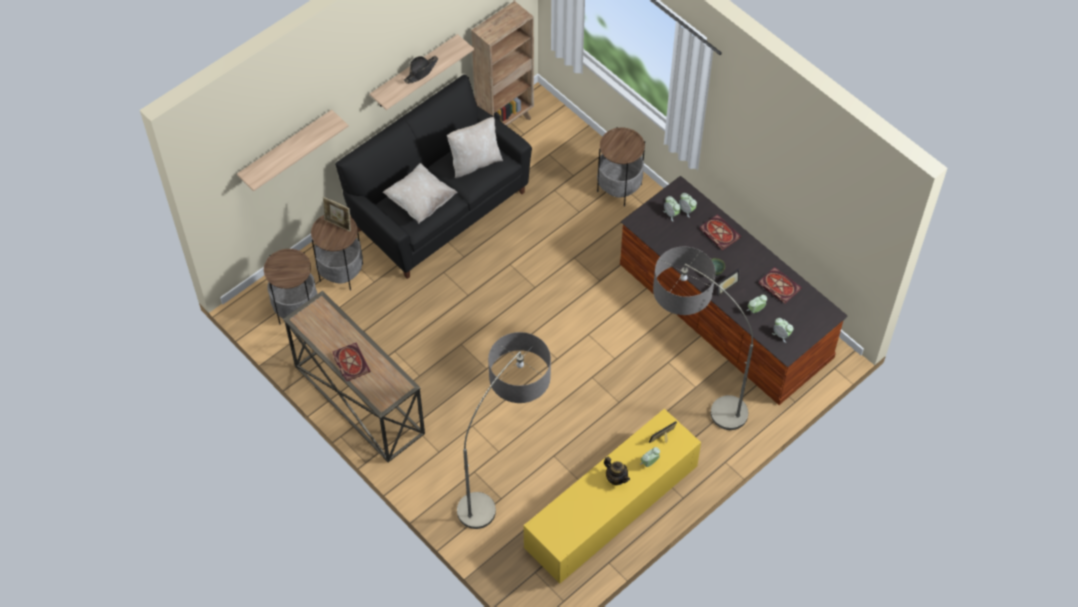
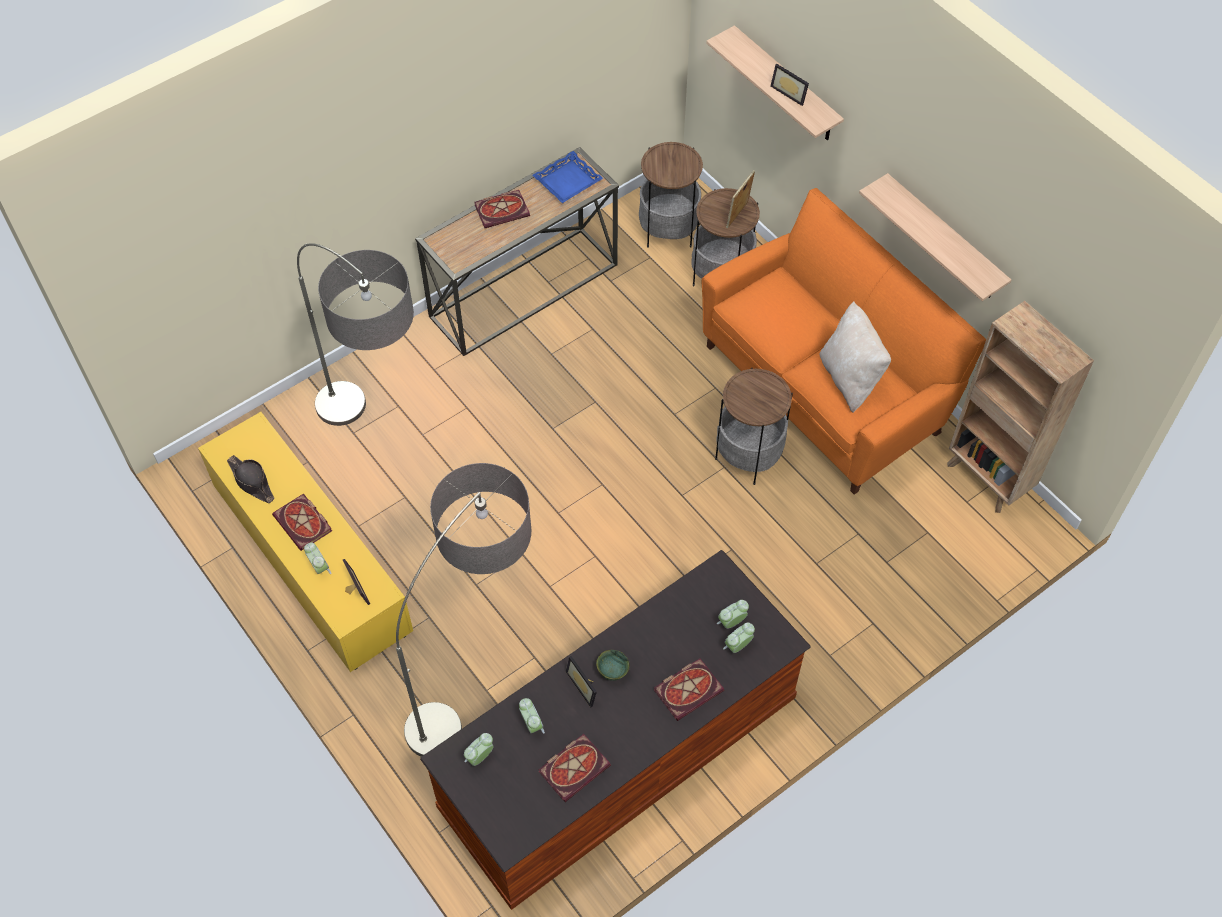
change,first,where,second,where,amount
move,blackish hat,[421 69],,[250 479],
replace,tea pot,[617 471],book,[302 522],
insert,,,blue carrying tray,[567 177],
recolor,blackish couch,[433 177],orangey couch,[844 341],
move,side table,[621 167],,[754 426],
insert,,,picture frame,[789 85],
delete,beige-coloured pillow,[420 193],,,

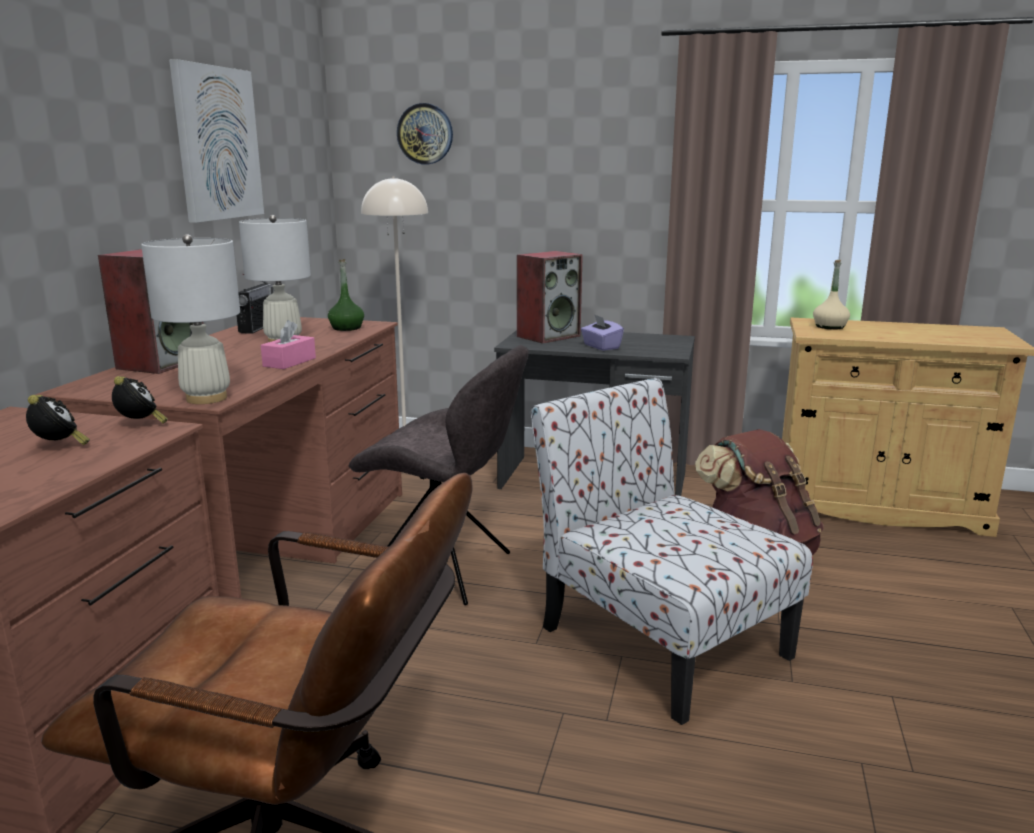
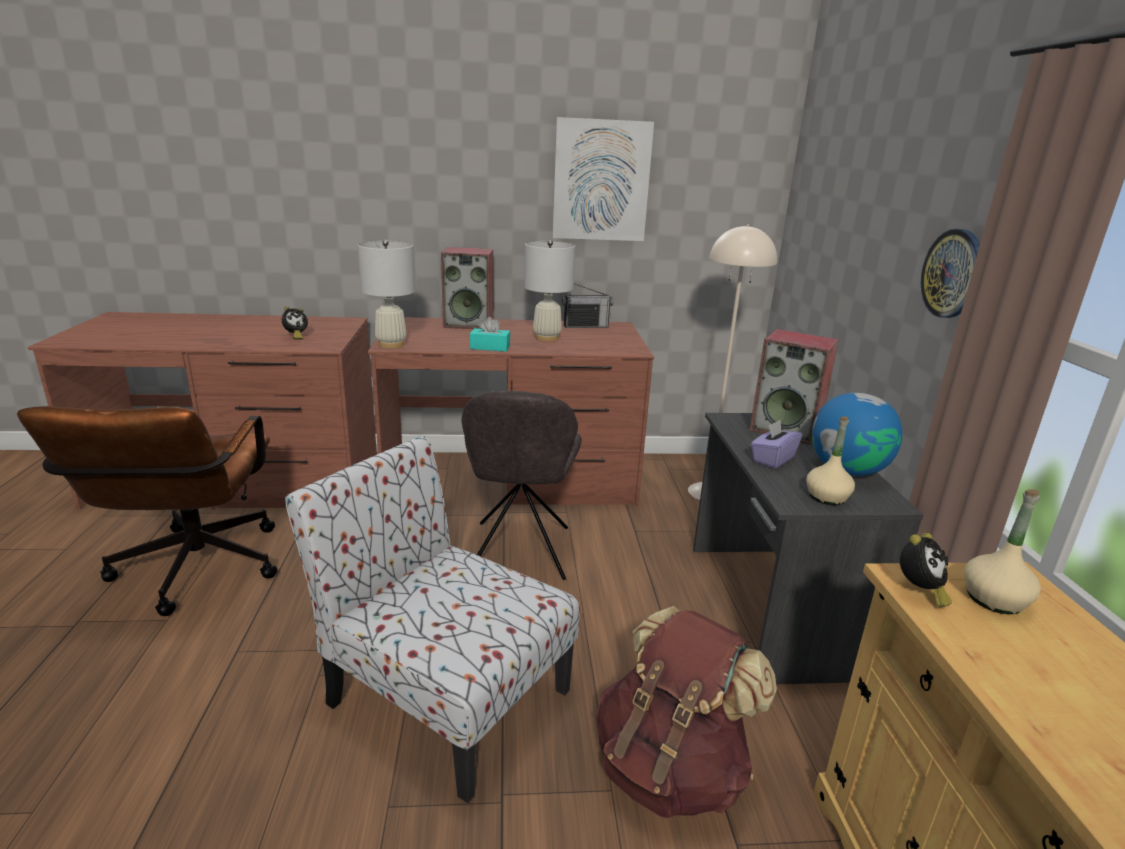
change,first,where,second,where,amount
rotate,upright chair,[672 551],,[432 619],90 degrees counterclockwise
recolor,pink-coloured box of tissues,[288 344],blue-green box of tissues,[490 334],
insert,,,beige-coloured bottle,[830 461],
insert,,,globe,[857 434],
move,table clock,[140 399],,[926 570],
move,wall clock,[425 133],,[950 273],
delete,green bottle,[346 295],,,

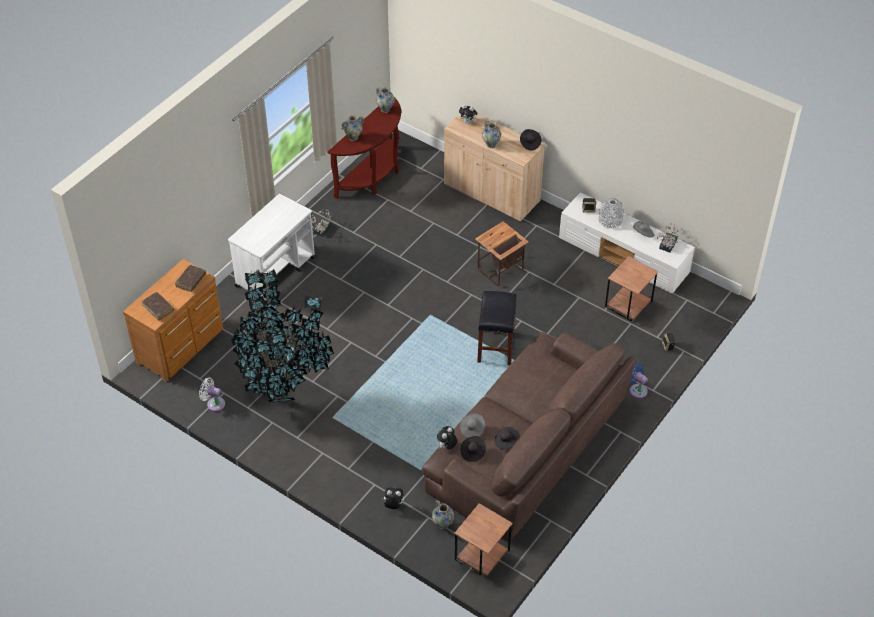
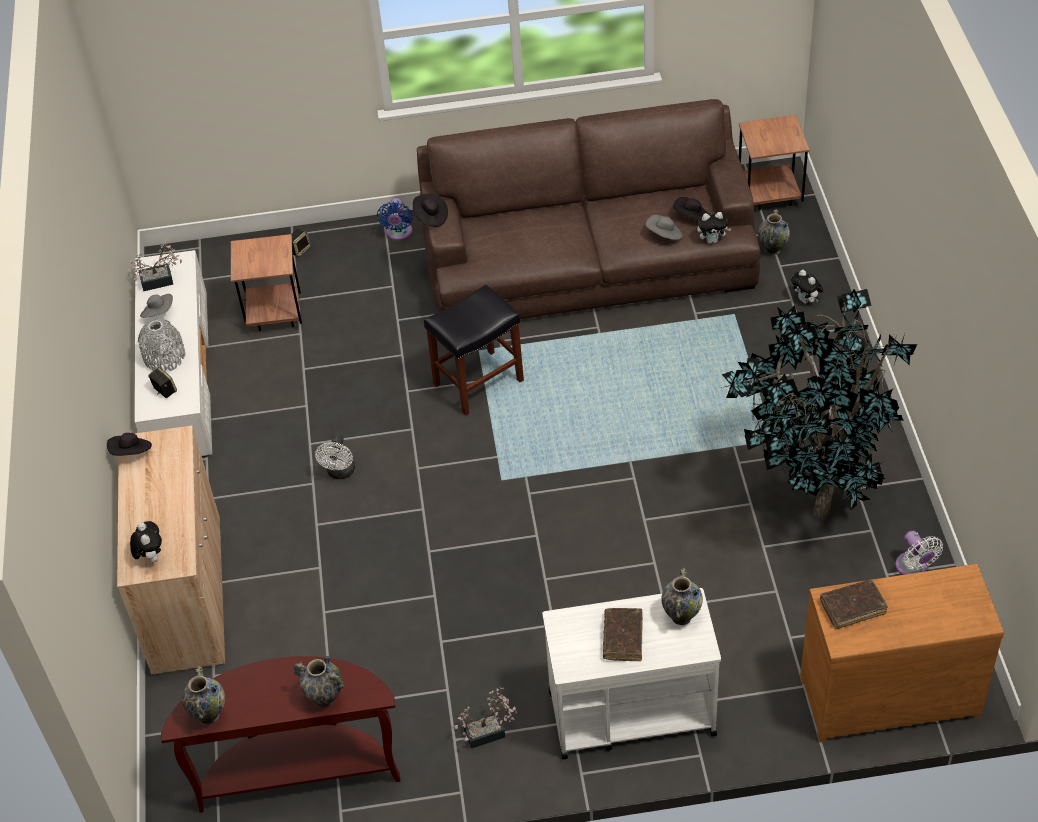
change,first,where,second,where,amount
replace,side table,[501 253],whitish cooling fan,[335 456],
move,blackish hat,[507 438],,[430 210],
move,brown-coloured book,[158 306],,[623 634],
move,flower vase,[491 134],,[682 596],

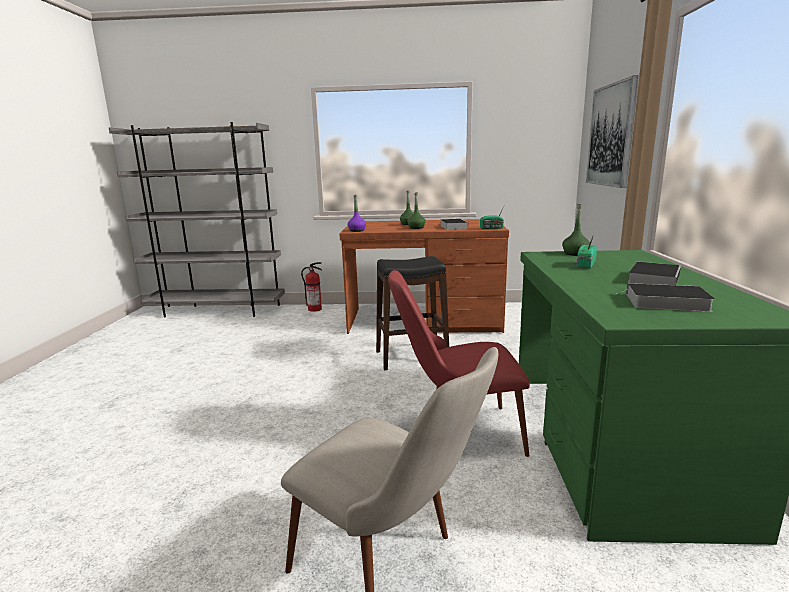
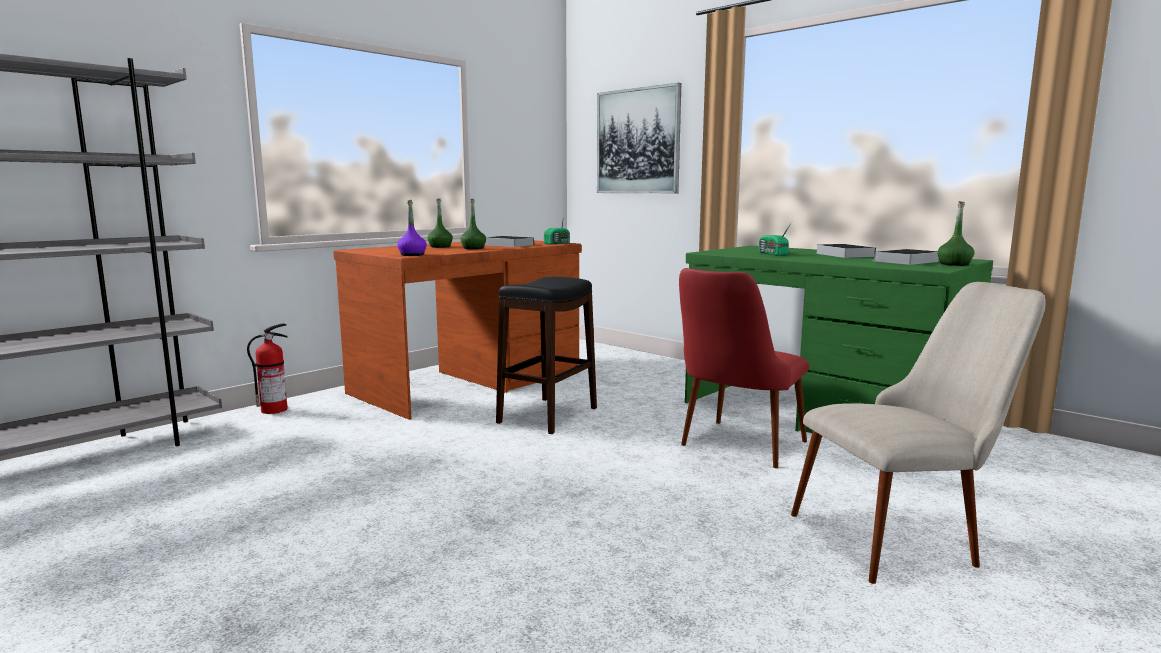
change,first,where,second,where,amount
move,green bottle,[576 229],,[956 233],

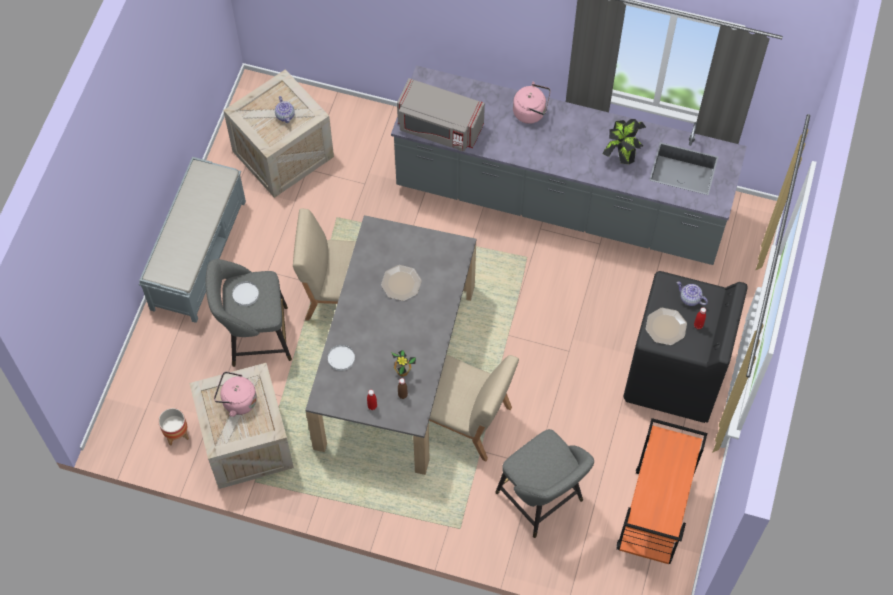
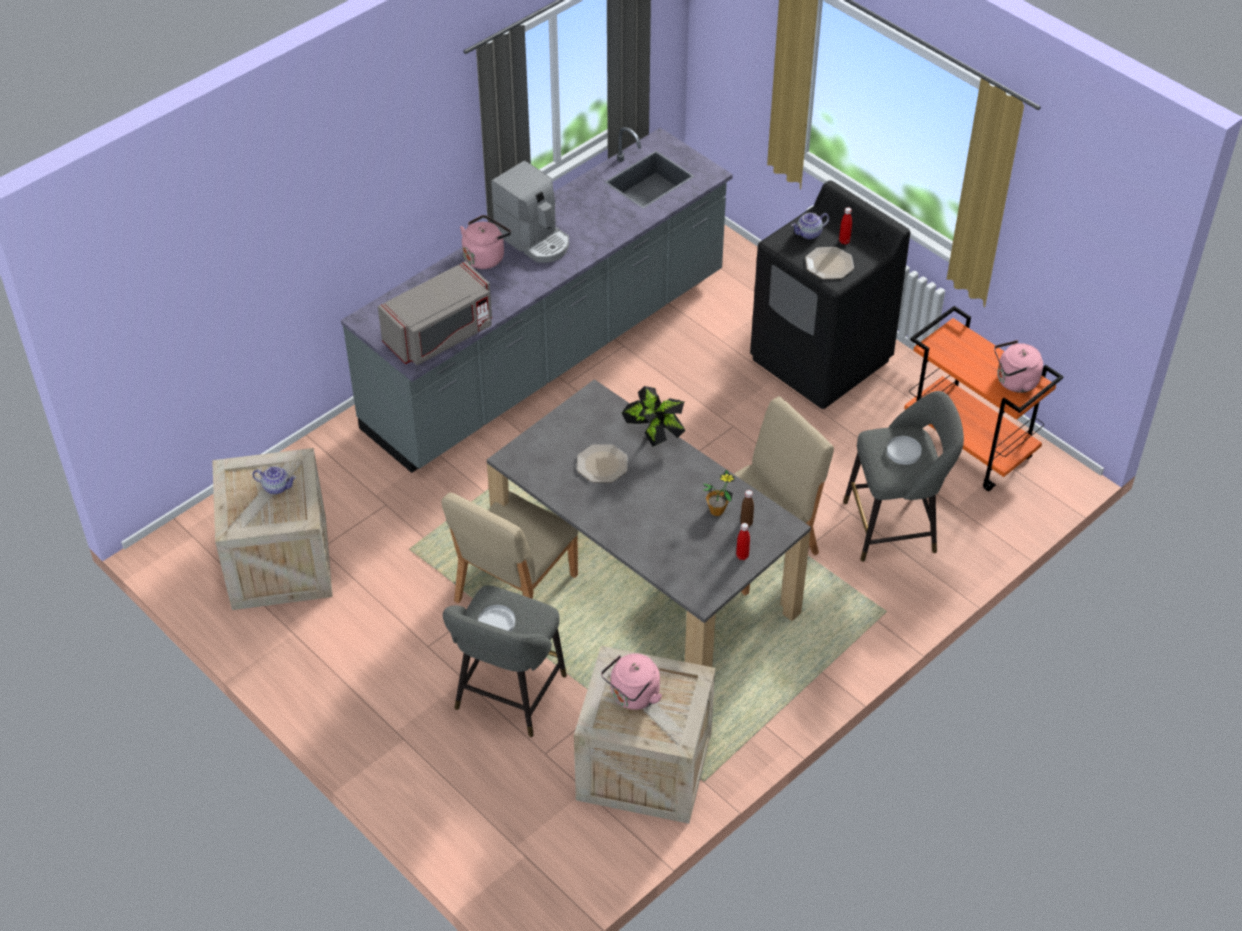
change,first,where,second,where,amount
insert,,,coffee maker,[530 212],
move,plant in a pot,[624 141],,[654 416],
move,whitish plate,[341 358],,[904 450],
insert,,,pink-coloured kettle,[1018 366],
delete,greyish long seat,[192 240],,,
delete,flower pot,[173 426],,,

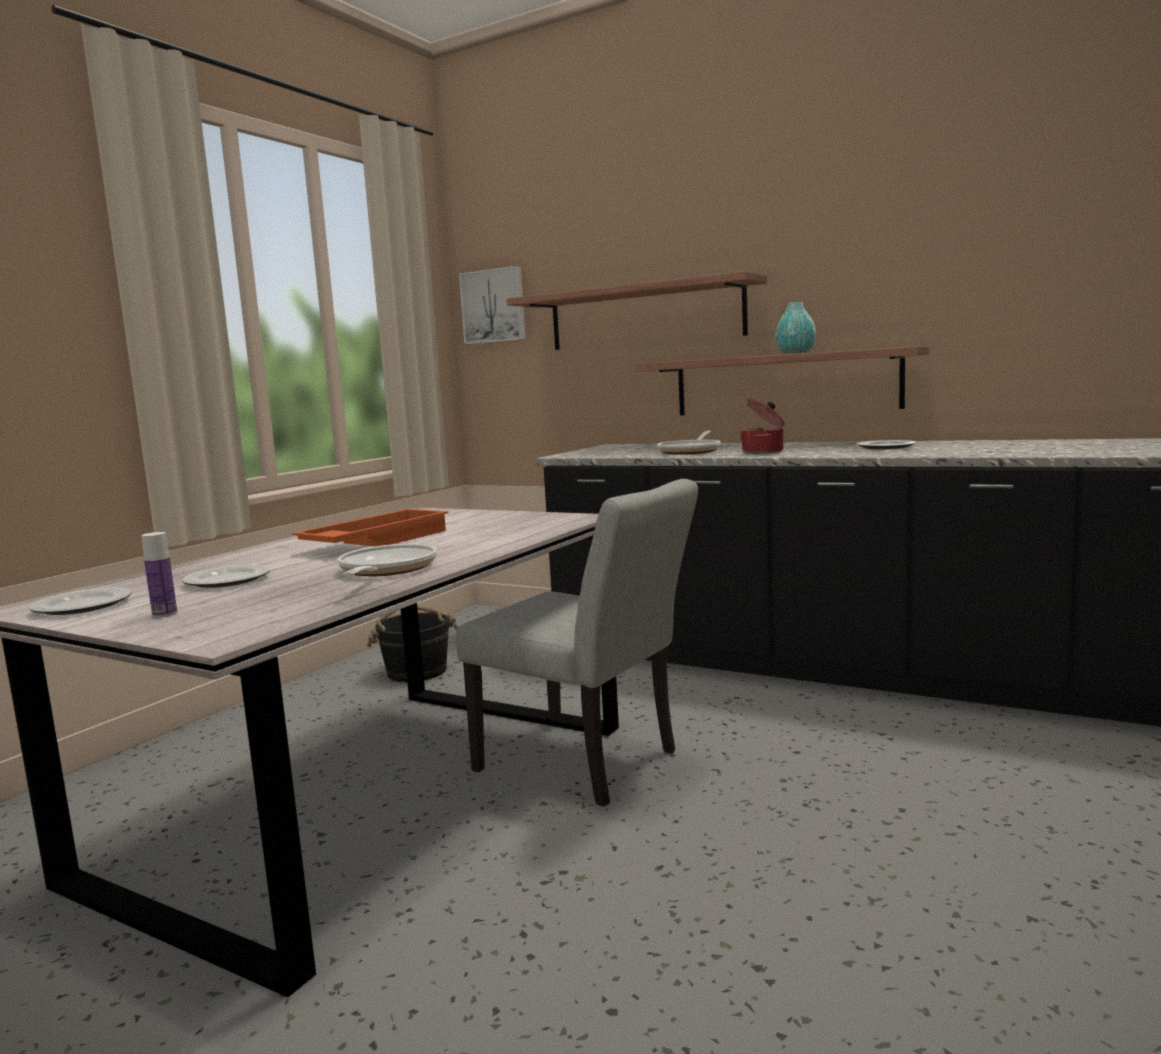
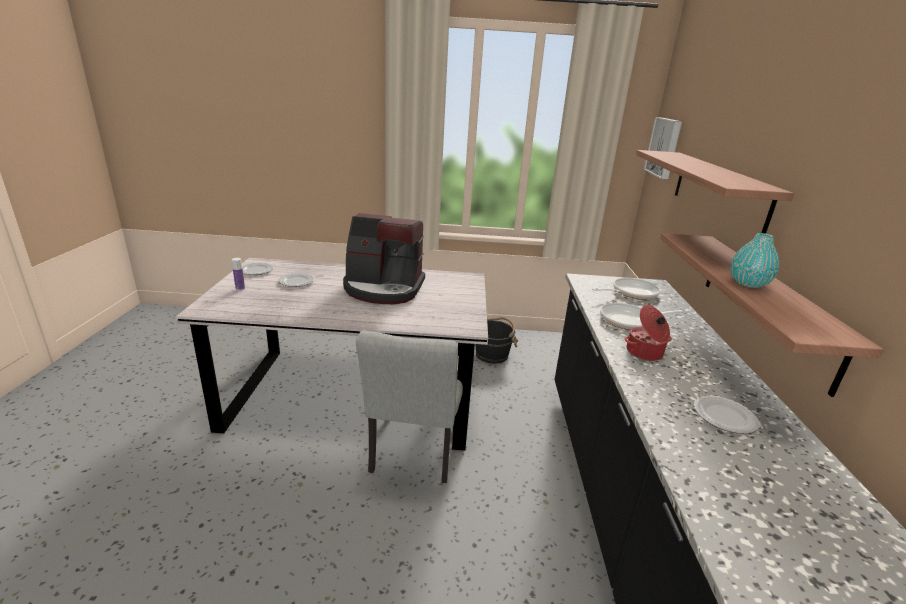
change,first,where,second,where,amount
replace,orangey carrying tray,[370 527],coffee maker,[384 258],
move,frying pan,[387 560],,[626 289],

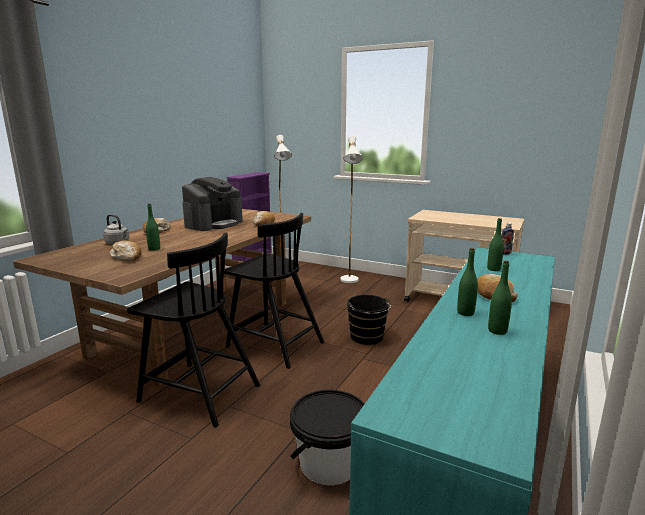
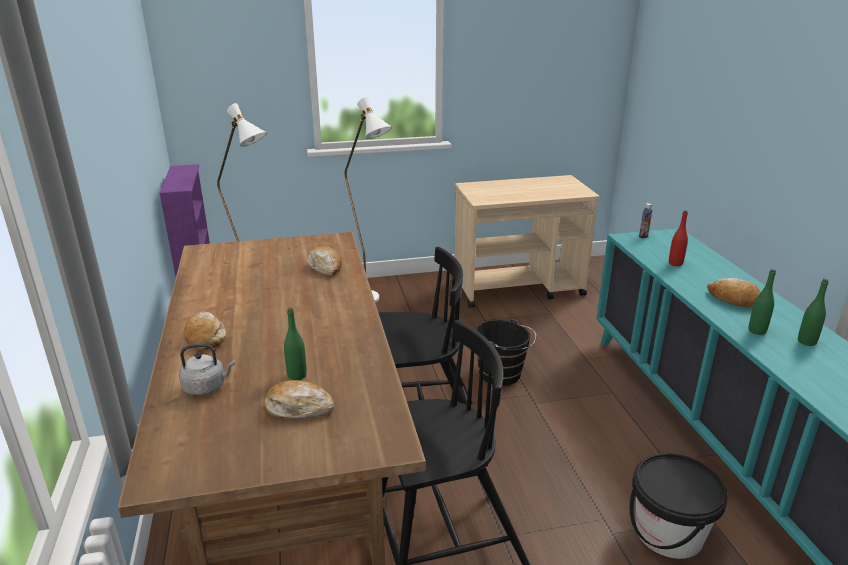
change,first,where,second,where,amount
recolor,green bottle,[495 244],red bottle,[678 238],
delete,coffee maker,[212 204],,,

